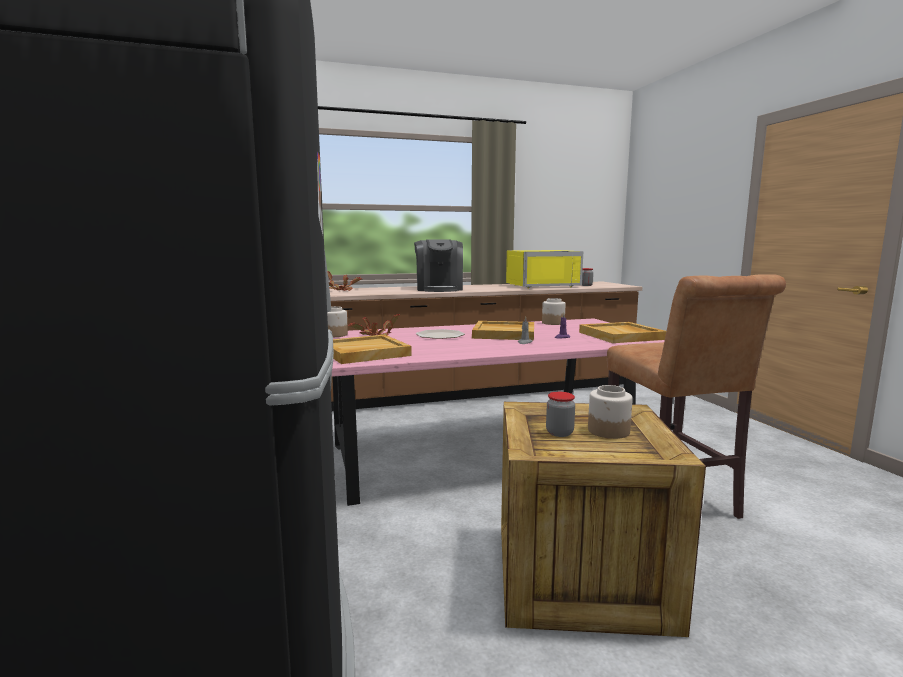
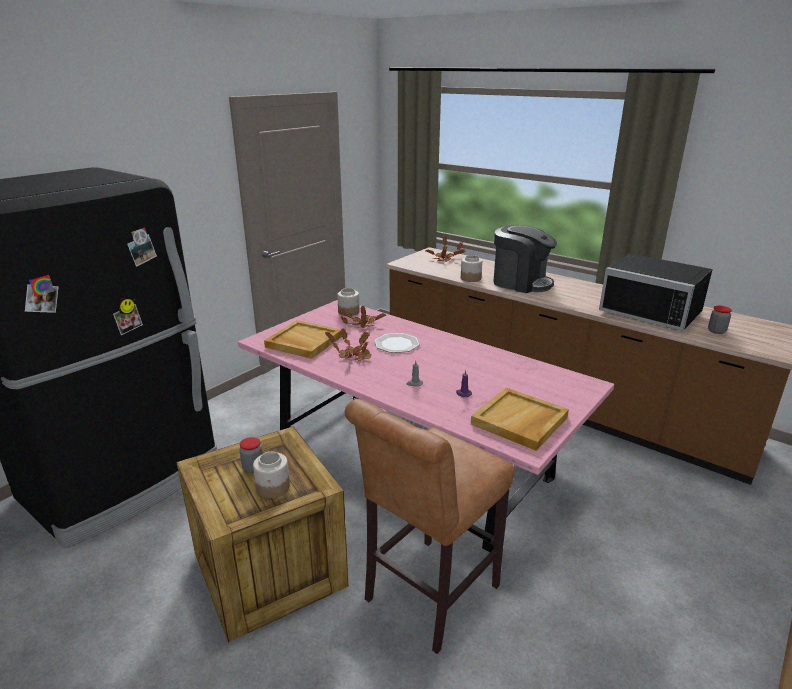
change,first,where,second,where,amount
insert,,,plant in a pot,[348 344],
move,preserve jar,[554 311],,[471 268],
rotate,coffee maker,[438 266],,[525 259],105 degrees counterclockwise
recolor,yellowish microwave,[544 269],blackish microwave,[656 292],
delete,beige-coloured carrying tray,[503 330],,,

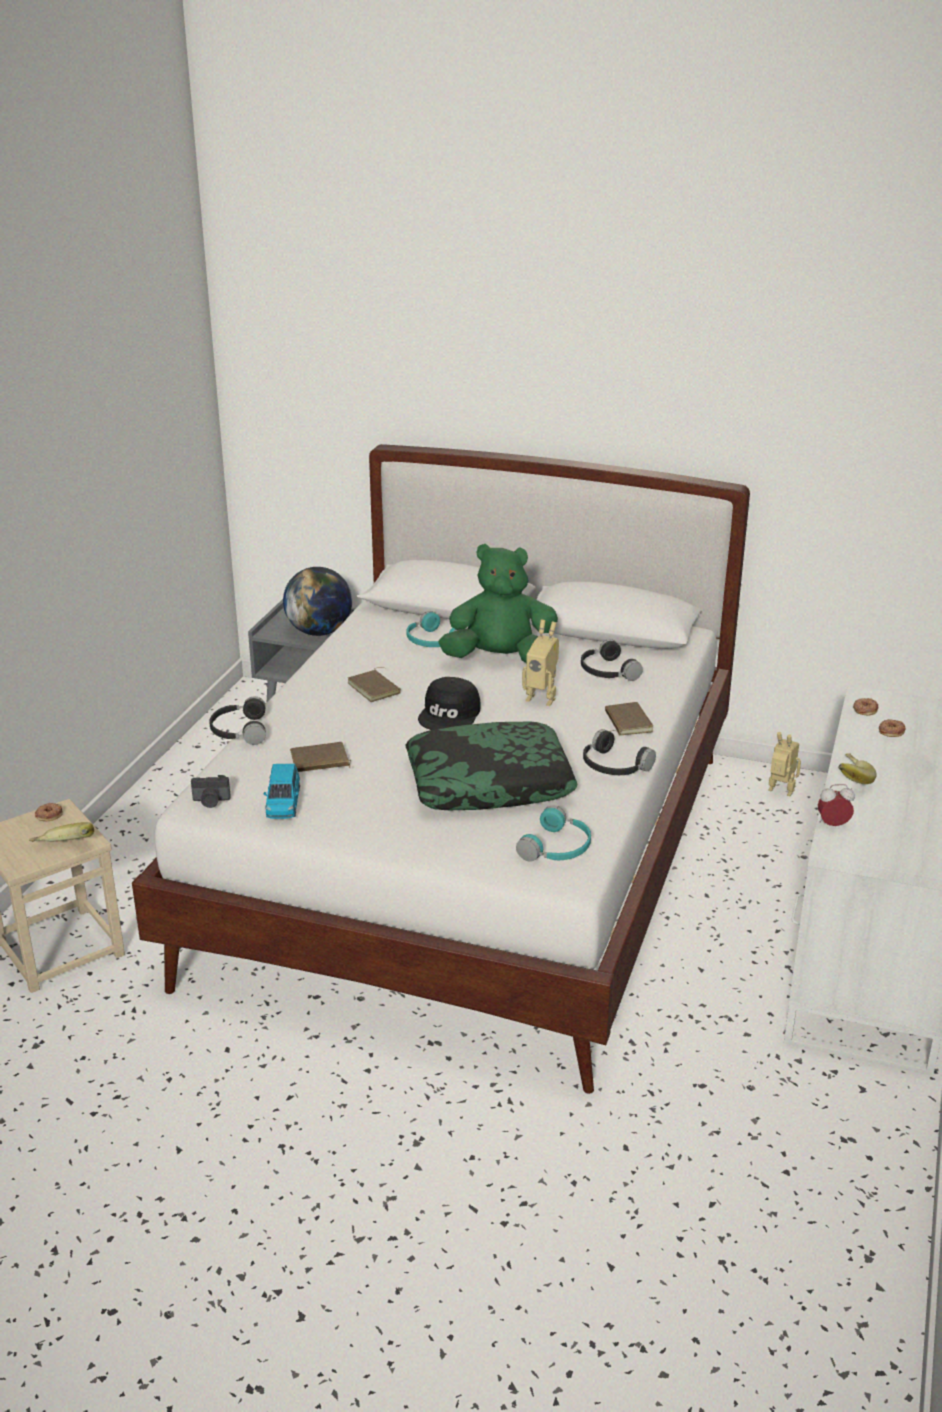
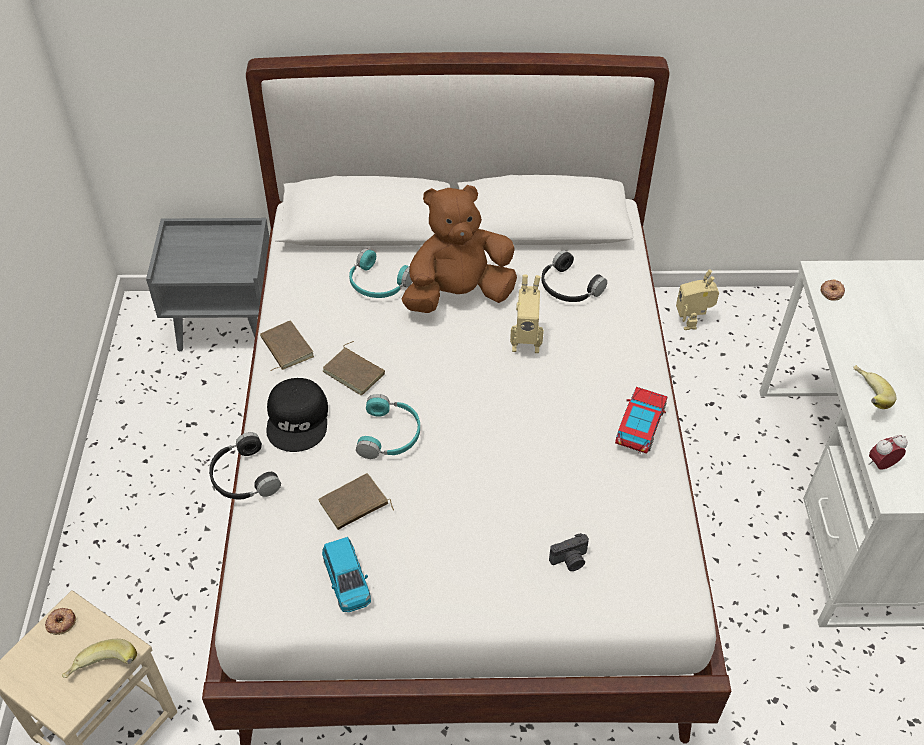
change,first,where,second,where,amount
move,brown-coloured book,[629 718],,[287 345],
move,blackish cap,[449 703],,[297 415],
move,blue-green headphones,[553 833],,[388 426],
recolor,green plush toy,[498 603],brown-coloured plush toy,[459 249],
move,still camera,[211 791],,[569 552],
replace,blackish headphones,[619 752],miniature car,[641 420],
rotate,model robot,[784 764],,[697 299],105 degrees counterclockwise
delete,globe,[317 601],,,
delete,pillow,[491 766],,,
delete,doughnut,[892 728],,,

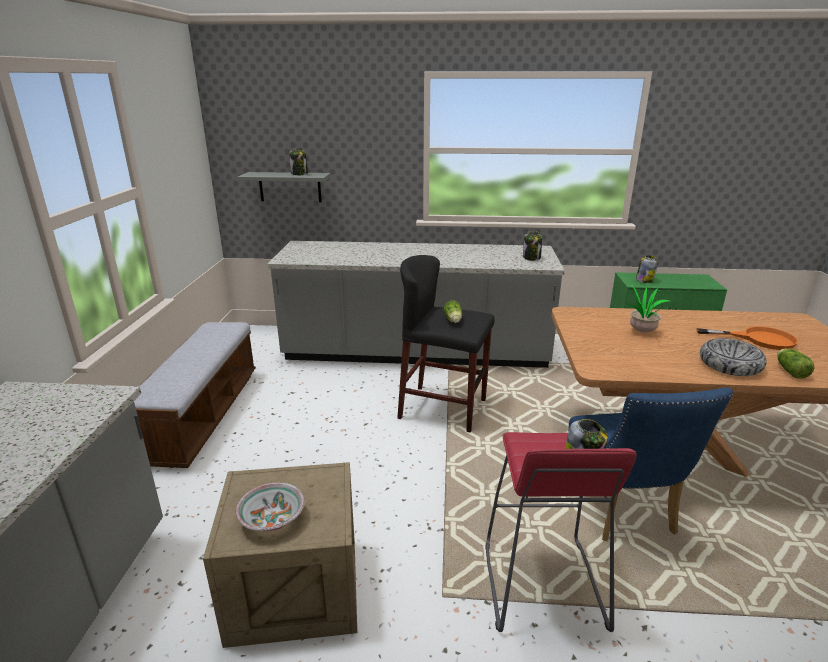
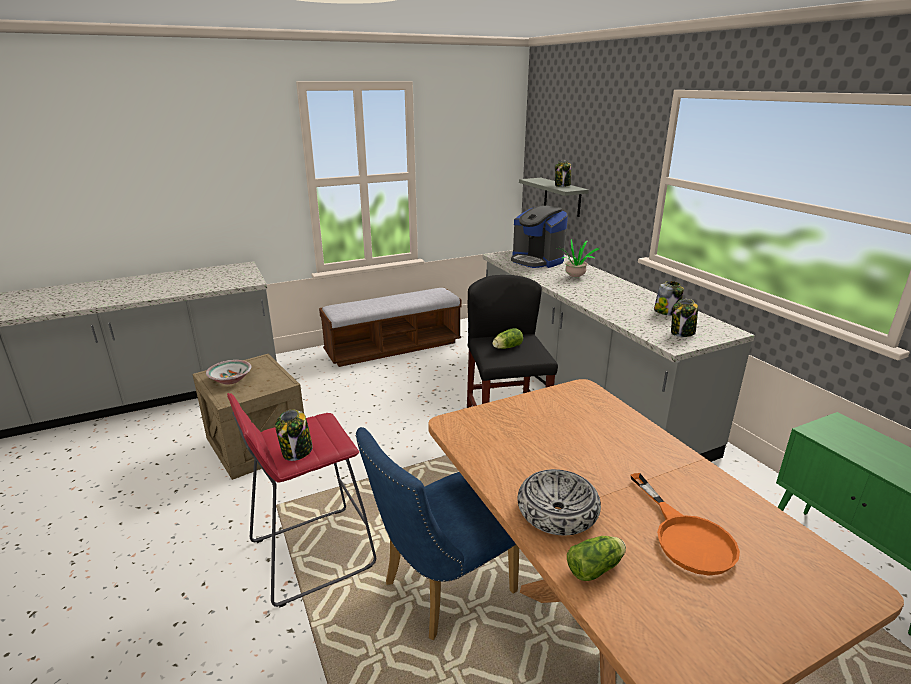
change,first,where,second,where,amount
insert,,,coffee maker,[539 237],
move,plant in a pot,[648 308],,[578 258],
move,preserve jar,[647 269],,[669 298],

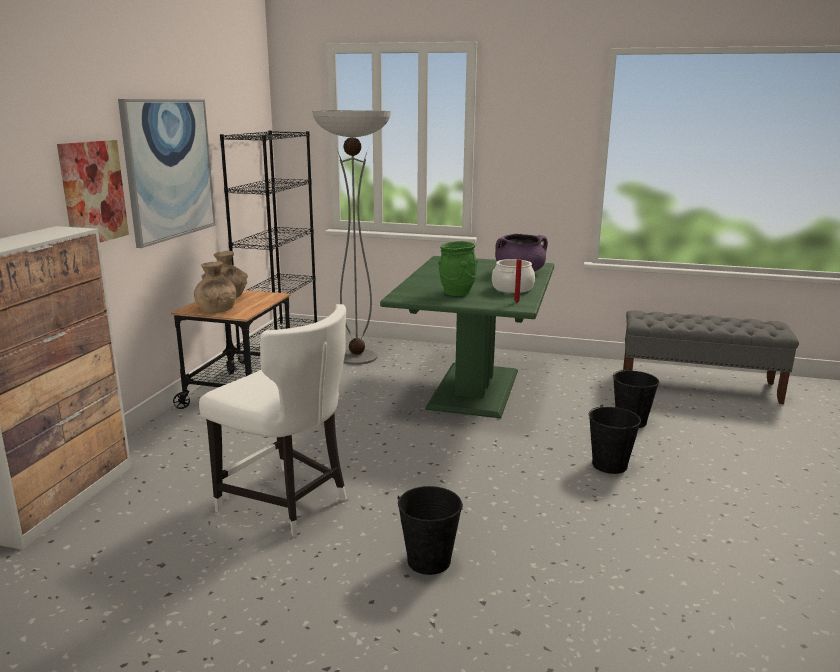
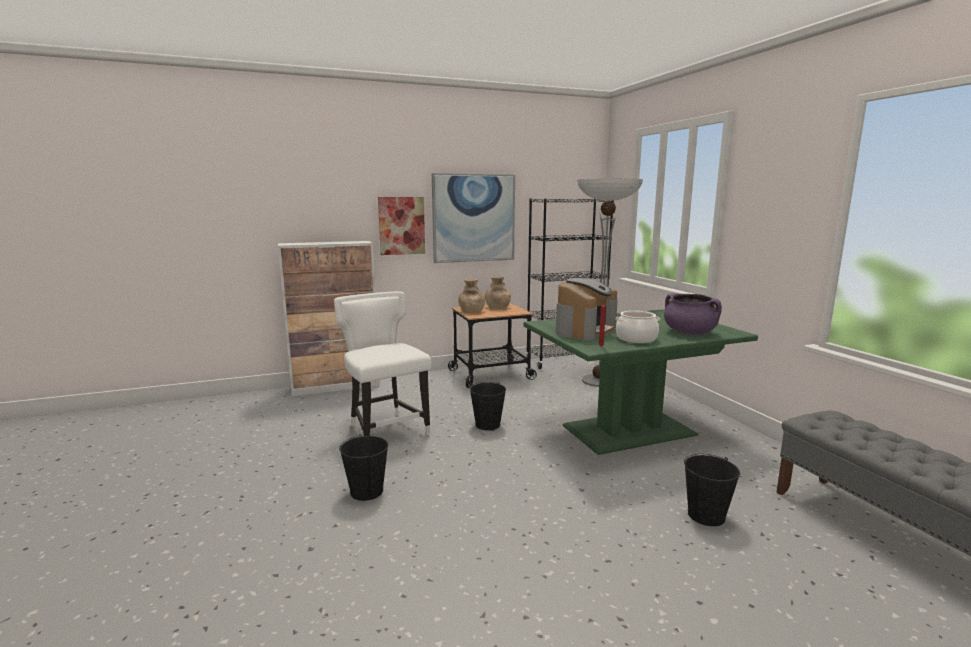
change,first,where,second,where,amount
rotate,whitish upright chair,[273 420],,[383 363],150 degrees clockwise
move,blackish bucket,[615 439],,[487 406],
replace,green flower vase,[458 268],coffee maker,[586 309],

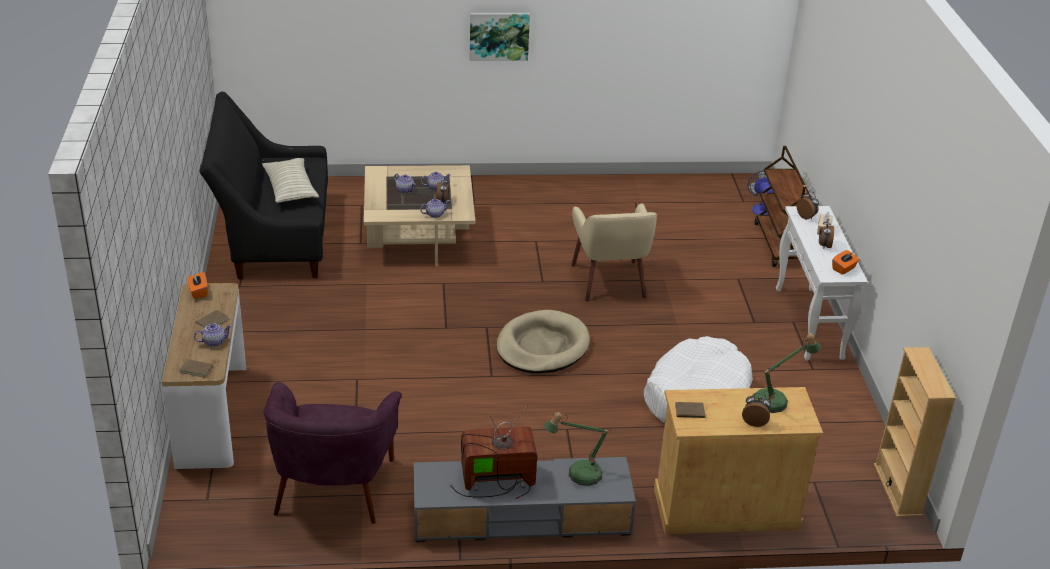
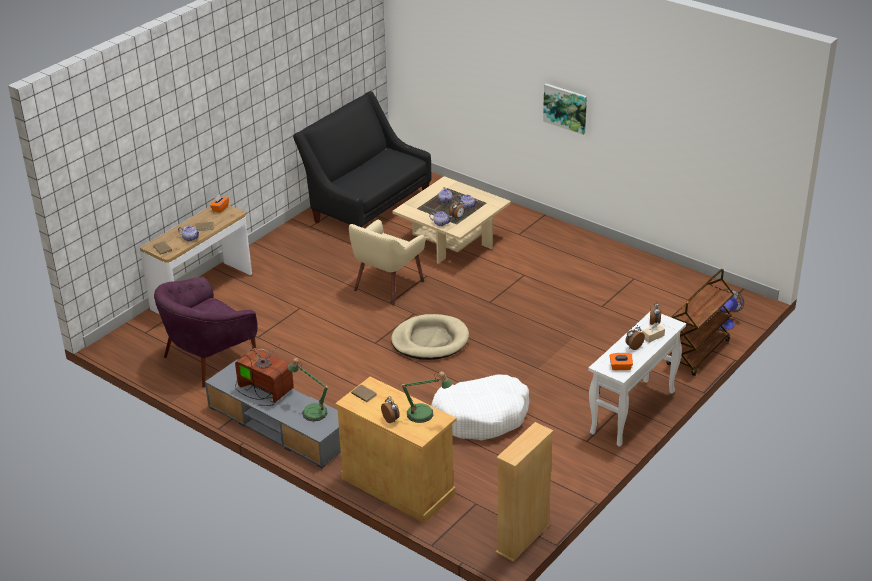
change,first,where,second,where,amount
move,beige-coloured lounge chair,[614 252],,[387 262],
delete,pillow,[290 180],,,

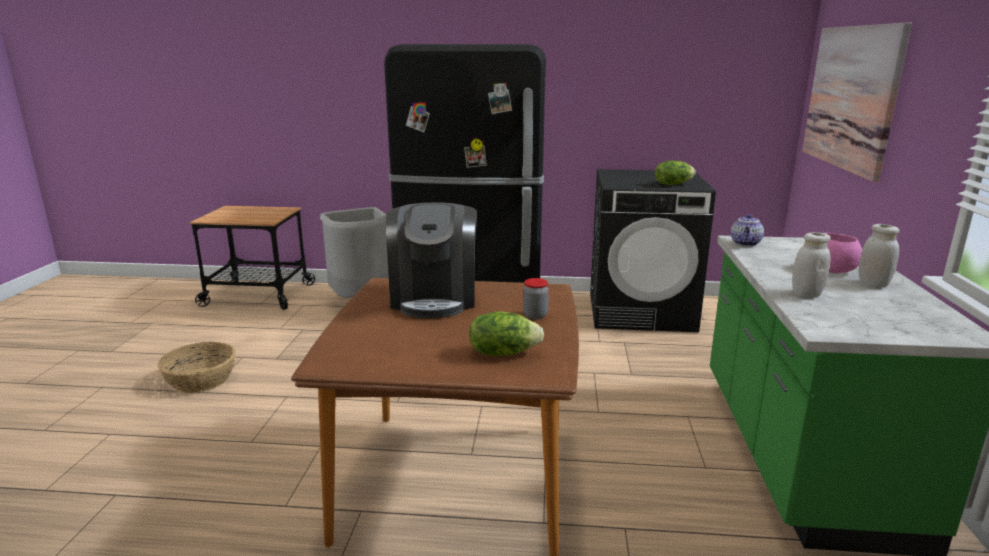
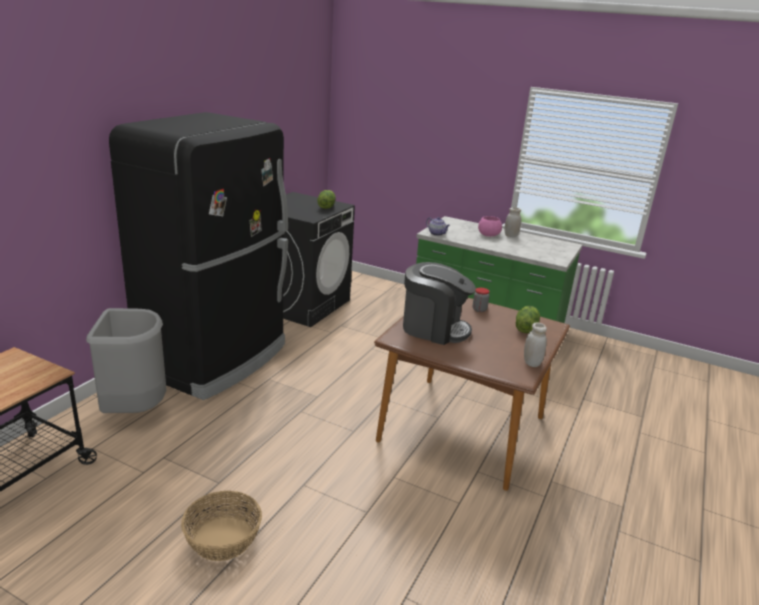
change,first,where,second,where,amount
move,whitish preserve jar,[811 265],,[535 345],
delete,wall picture,[857 102],,,

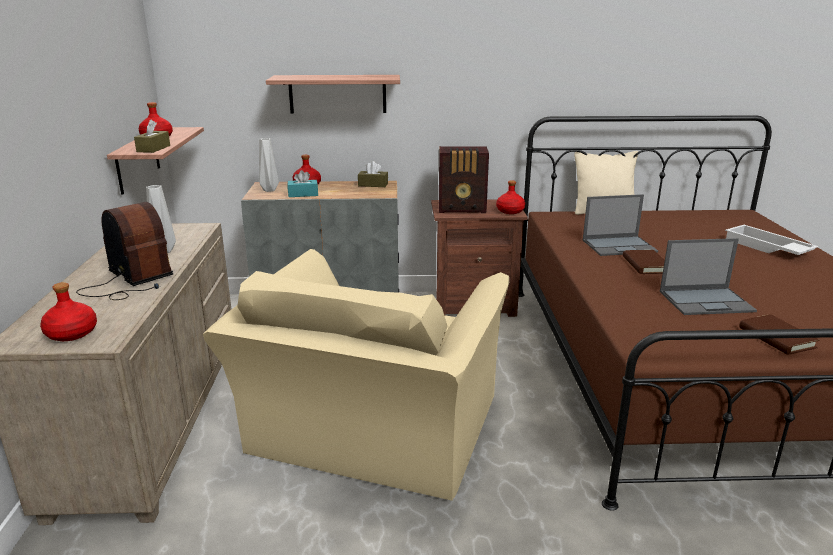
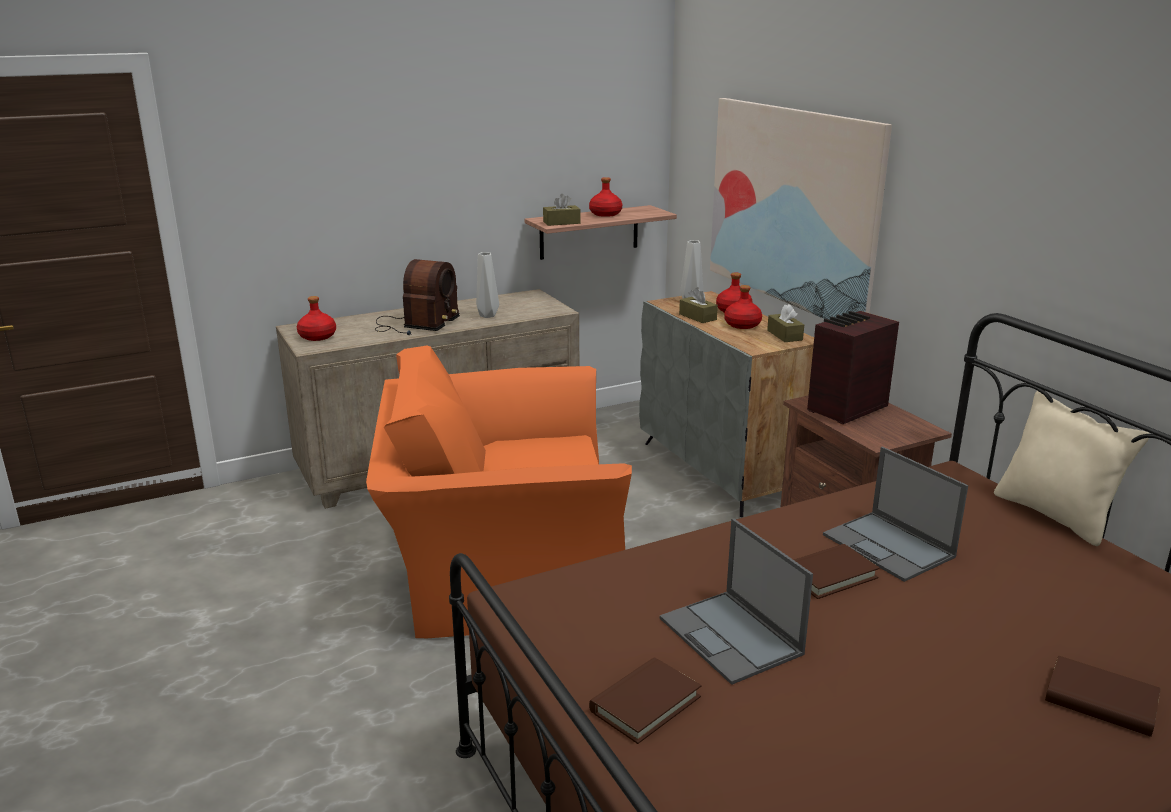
change,first,where,second,where,amount
recolor,beige-coloured lounge chair,[356 375],orangey lounge chair,[499 491],
recolor,blue-green box of tissues,[303 183],brown-coloured box of tissues,[698 305],
replace,bracket shelf,[333 94],wall picture,[801 208],
move,red bottle,[510 197],,[743 307],
rotate,radio receiver,[464 179],,[853 367],75 degrees clockwise
replace,whitish carrying tray,[771 240],brown-coloured book,[1103 696],

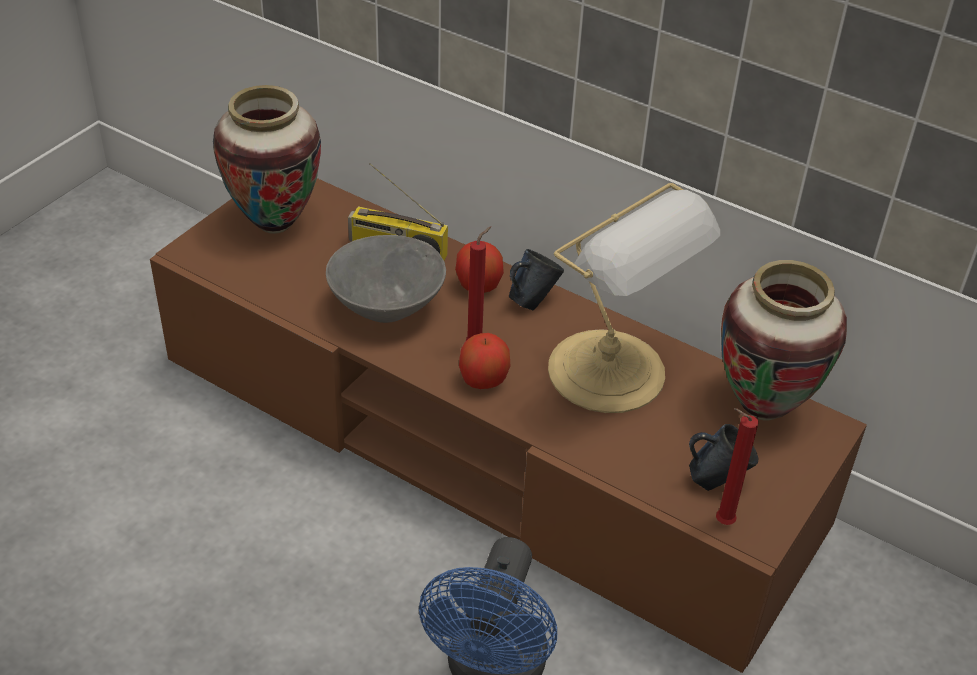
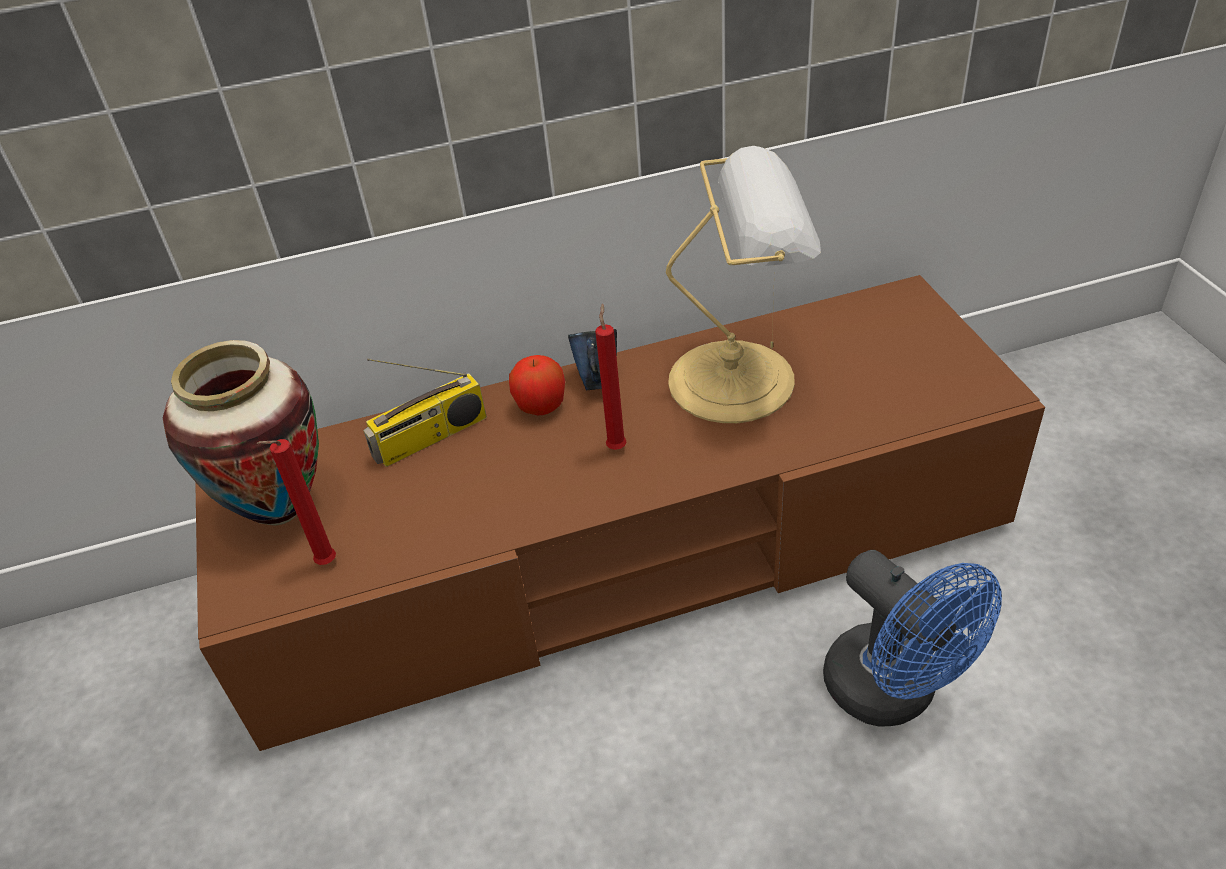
change,first,where,second,where,amount
move,red candle,[737 466],,[296 502],
delete,greyish serving bowl,[386 279],,,
delete,apple,[484 361],,,
delete,blue coffee mug,[723 457],,,
delete,flower vase,[784 340],,,

